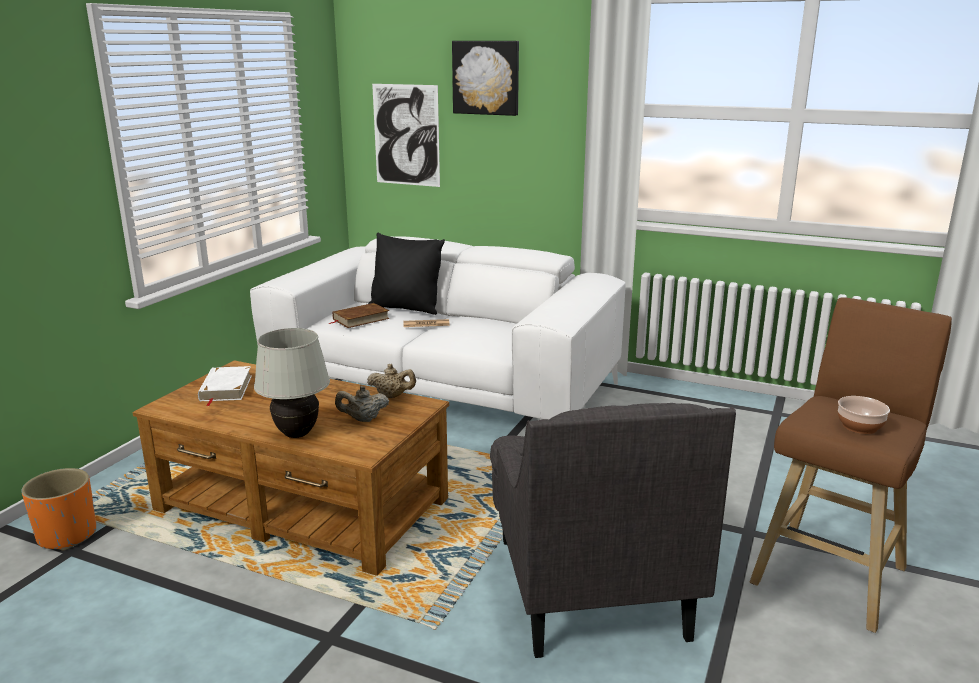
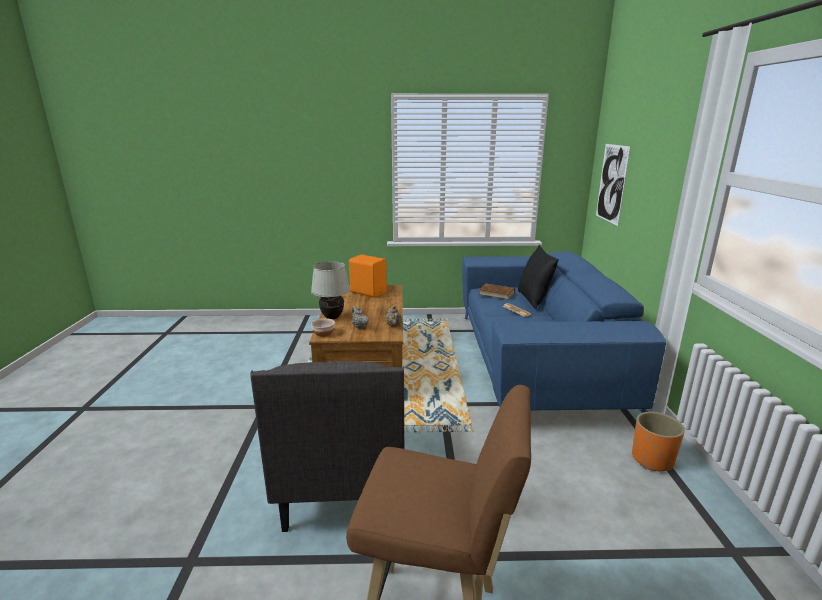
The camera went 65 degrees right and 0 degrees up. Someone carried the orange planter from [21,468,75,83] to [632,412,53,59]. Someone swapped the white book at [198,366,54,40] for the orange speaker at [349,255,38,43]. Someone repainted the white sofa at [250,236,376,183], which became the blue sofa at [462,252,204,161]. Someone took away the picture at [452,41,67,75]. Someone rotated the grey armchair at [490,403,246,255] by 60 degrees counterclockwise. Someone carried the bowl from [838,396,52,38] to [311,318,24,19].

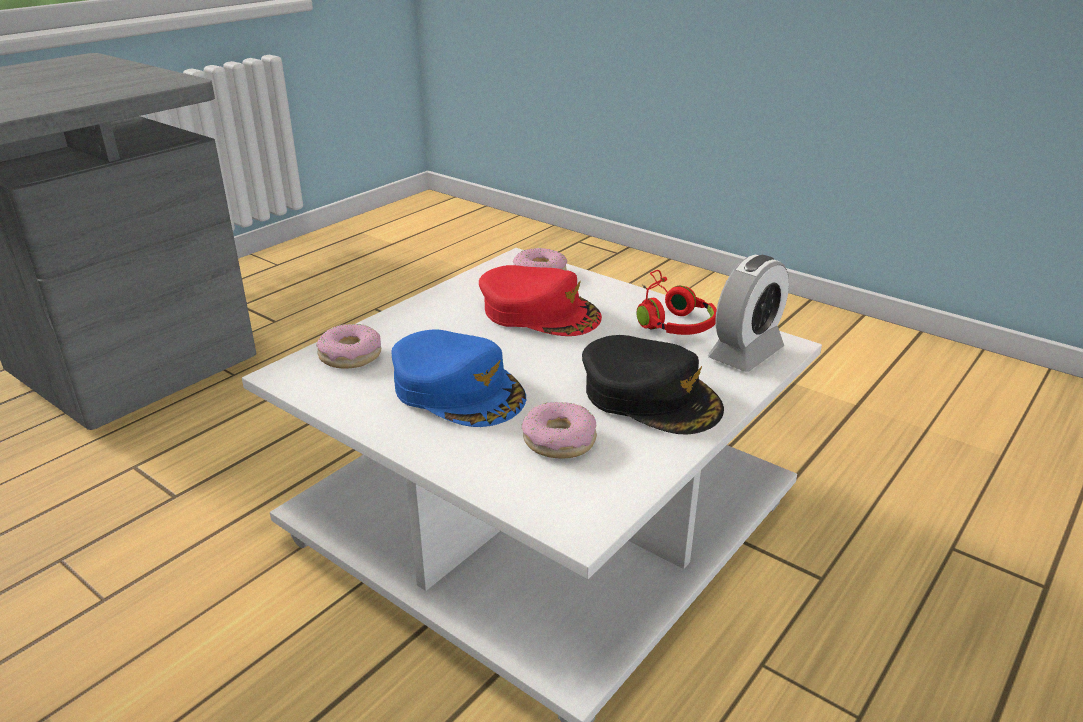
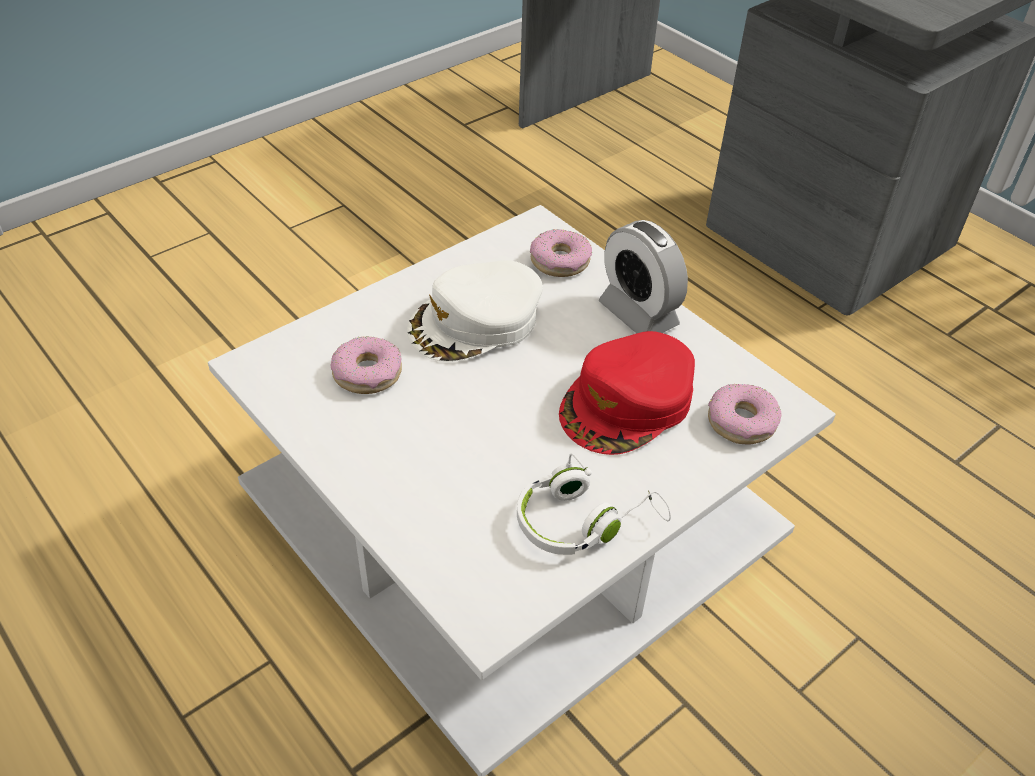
The camera went 100 degrees right and 15 degrees up. Someone repainted the blue cap at [391,329,135,98], which became the white cap at [407,260,136,102]. Someone took away the black cap at [582,335,142,99]. Someone repainted the red headphones at [637,270,80,65], which became the white headphones at [517,453,154,102]. Someone carried the alarm clock from [708,255,81,117] to [599,220,89,114].

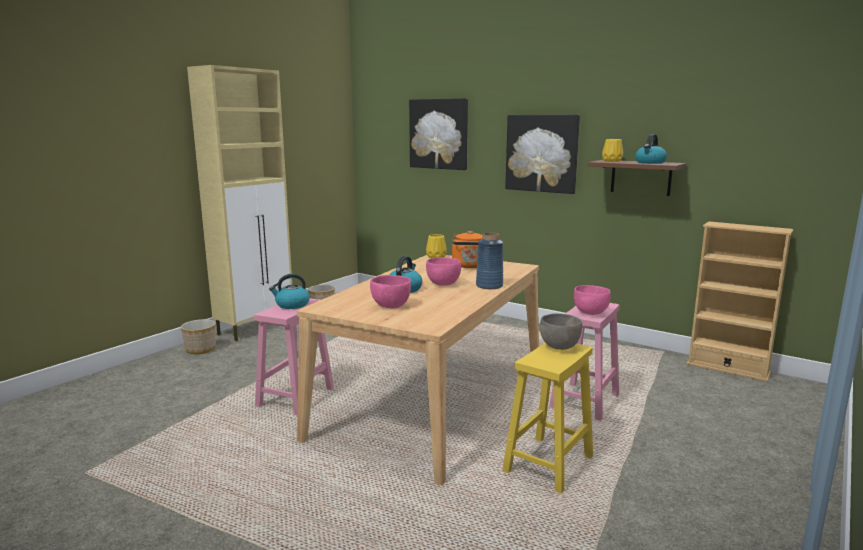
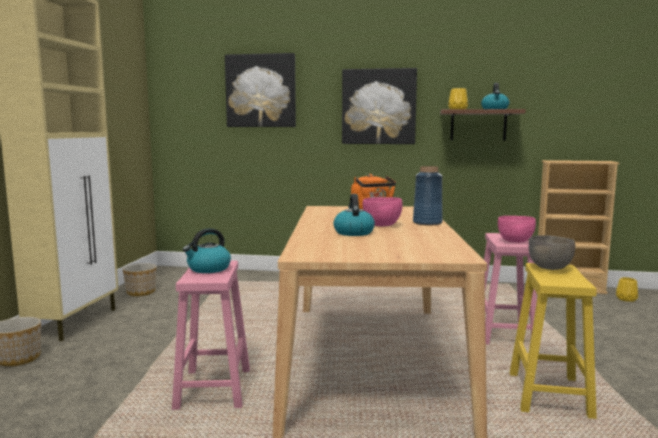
The camera went 25 degrees left and 5 degrees down. Someone took away the pink bowl at [370,275,41,34]. Someone carried the yellow vase from [426,234,21,24] to [616,277,22,25].

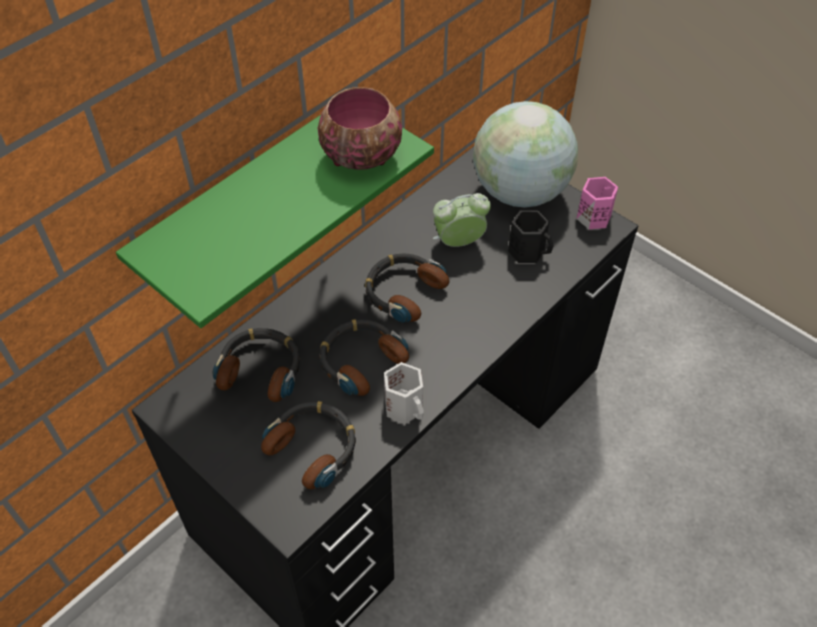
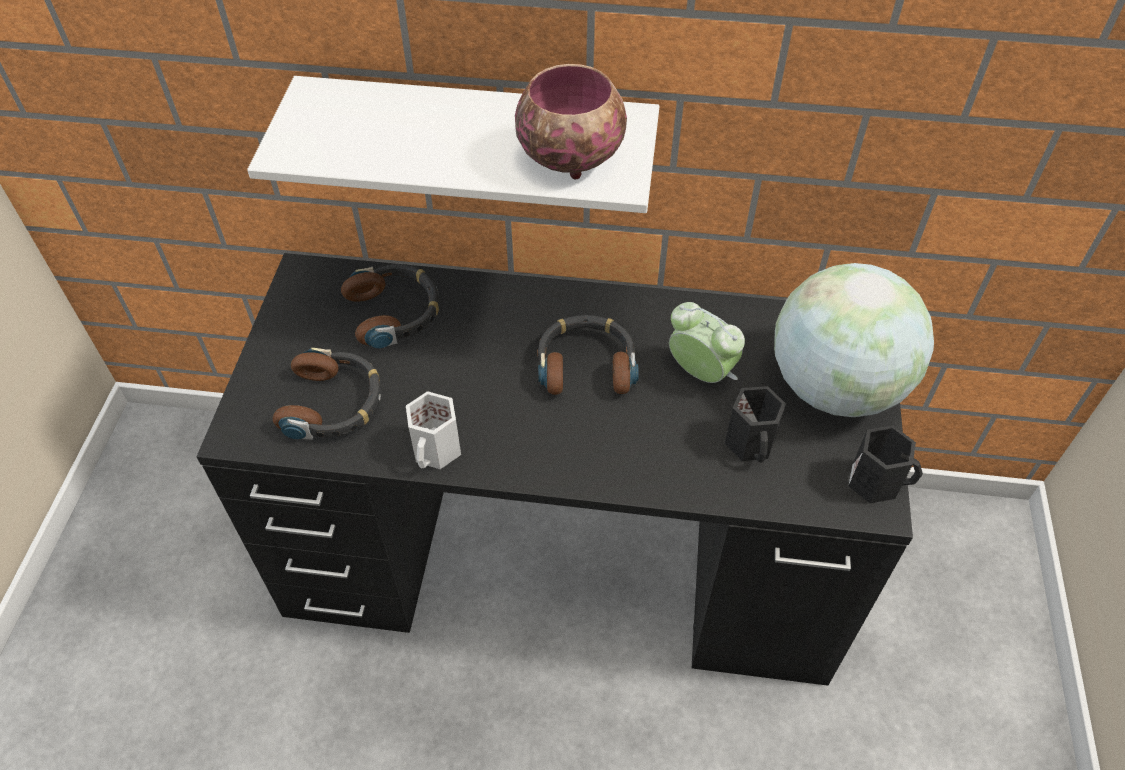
The camera went 55 degrees right and 0 degrees up. Someone repainted the green shelf at [116,115,318,213], which became the white shelf at [247,76,412,137]. Someone took away the headphones at [319,319,90,77]. Someone repainted the pink mug at [577,177,41,52], which became the black mug at [849,425,74,78].

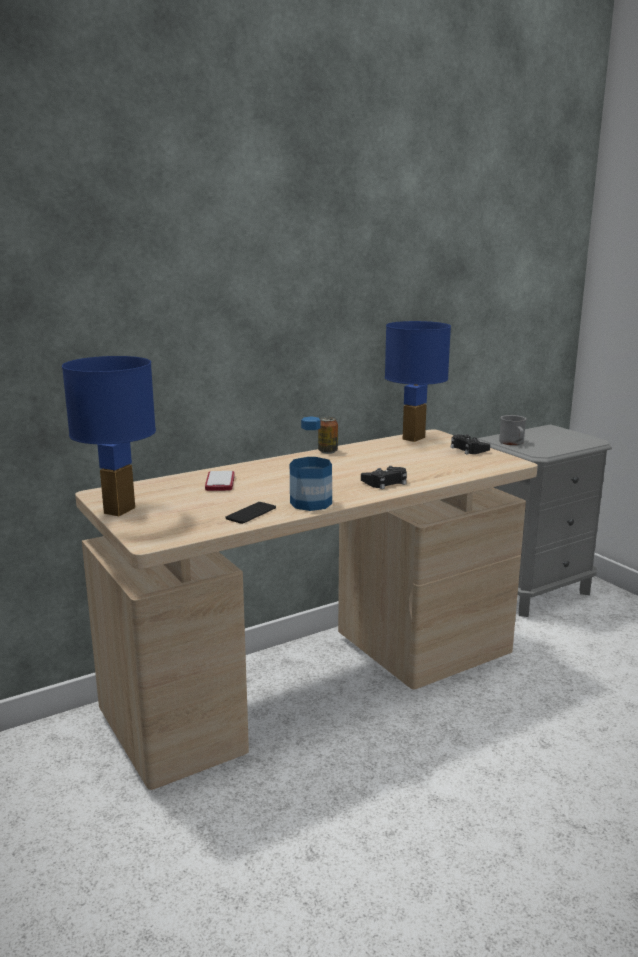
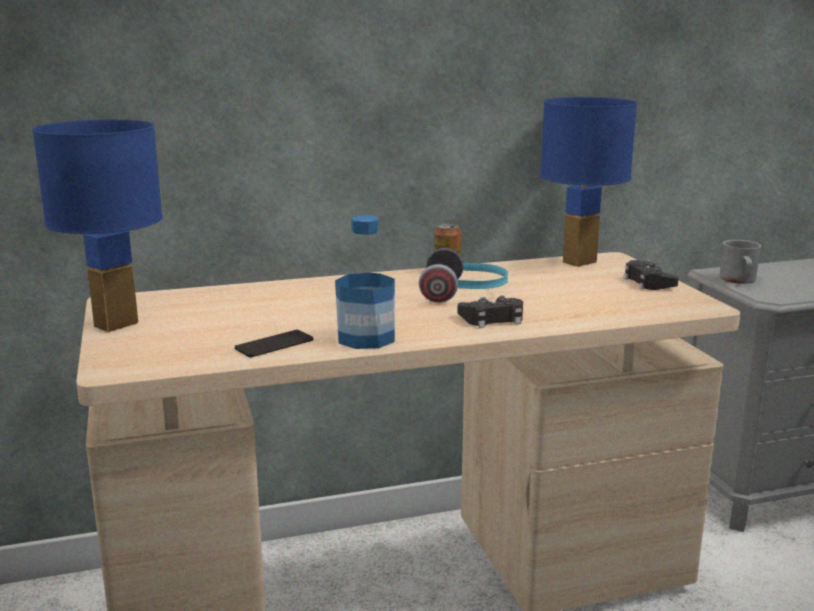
The camera went 15 degrees right and 0 degrees up. Someone took away the phone at [205,471,30,20]. Someone put down the headphones at [419,248,89,55].

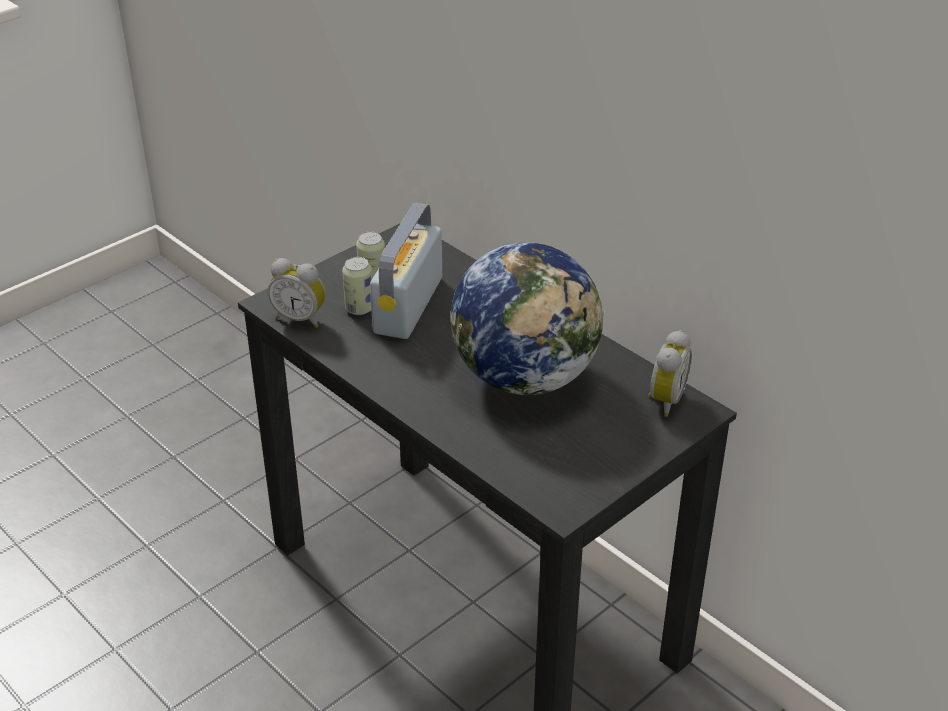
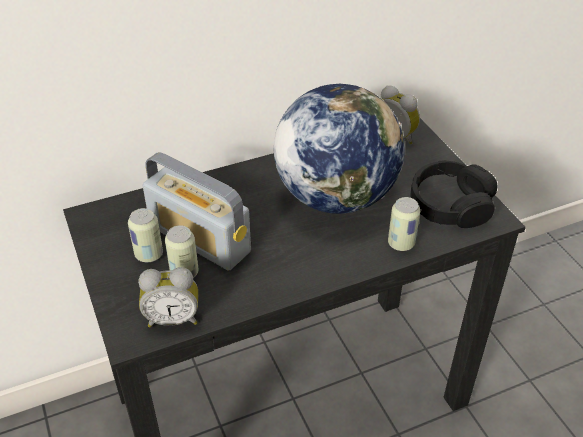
The camera went 70 degrees left and 5 degrees up. Someone rotated the alarm clock at [268,258,57,70] by 45 degrees clockwise. Someone put down the can at [388,197,32,54]. Someone put down the black headphones at [411,160,86,68].

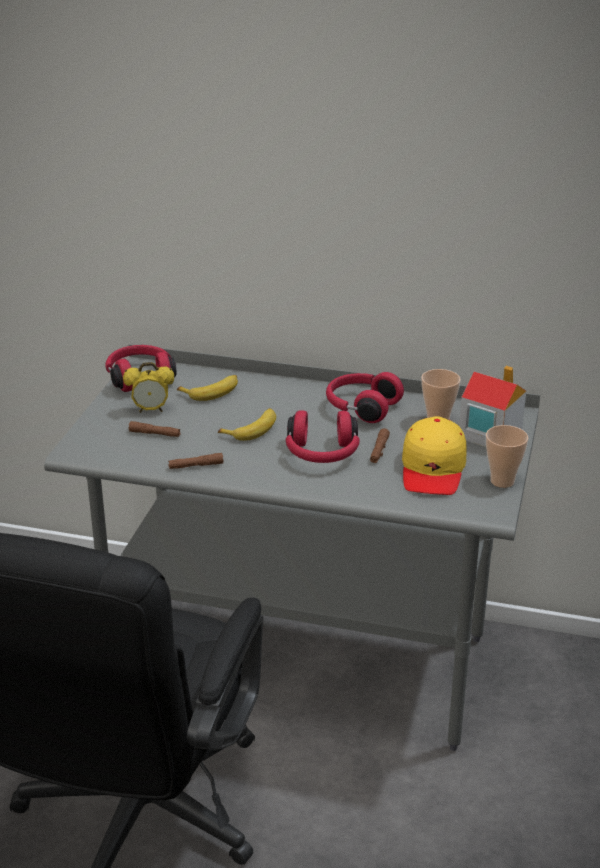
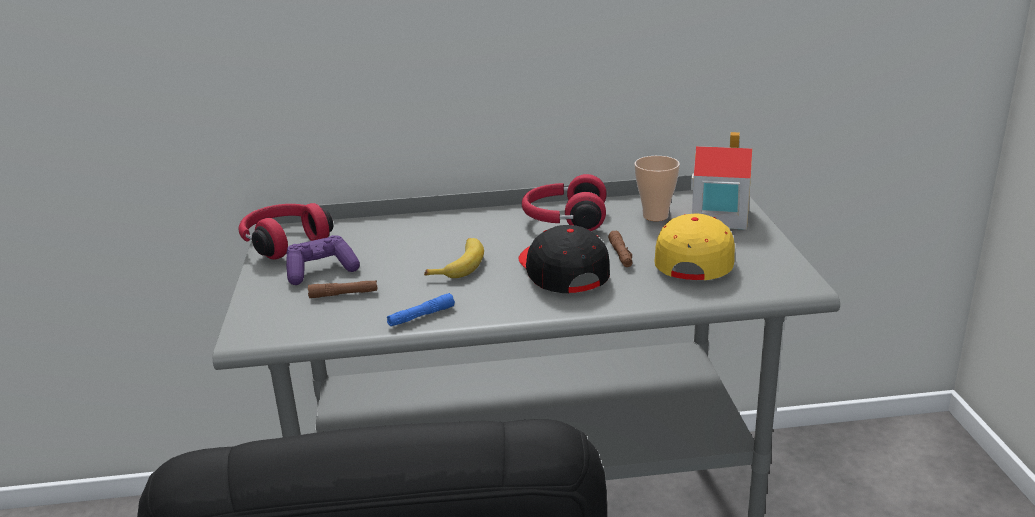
The camera went 20 degrees left and 5 degrees down. Someone swapped the alarm clock at [123,362,51,51] for the purple game controller at [286,235,74,50]. Someone repainted the brown flashlight at [168,453,56,16], which became the blue flashlight at [387,293,68,33]. Someone took away the banana at [177,375,61,26]. Someone swapped the red headphones at [286,411,74,52] for the black cap at [518,225,92,68]. Someone rotated the yellow cap at [402,416,65,79] by 150 degrees counterclockwise. Someone took away the cup at [486,425,42,63].

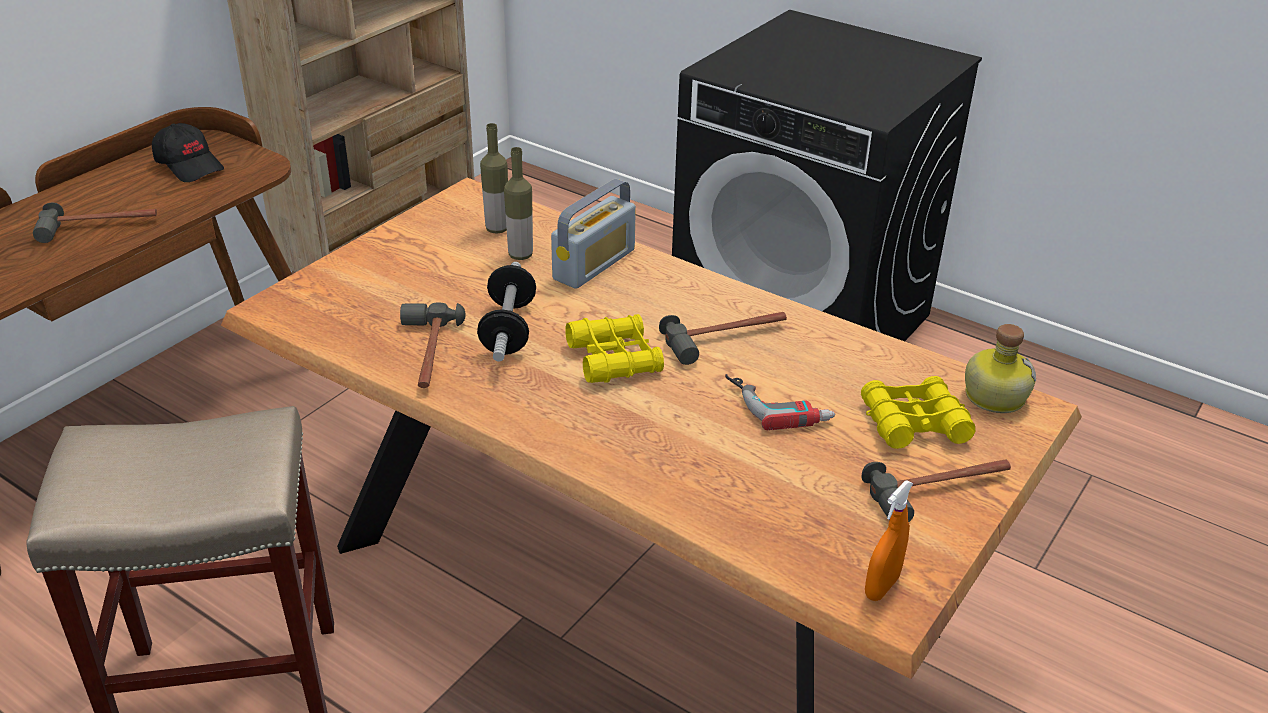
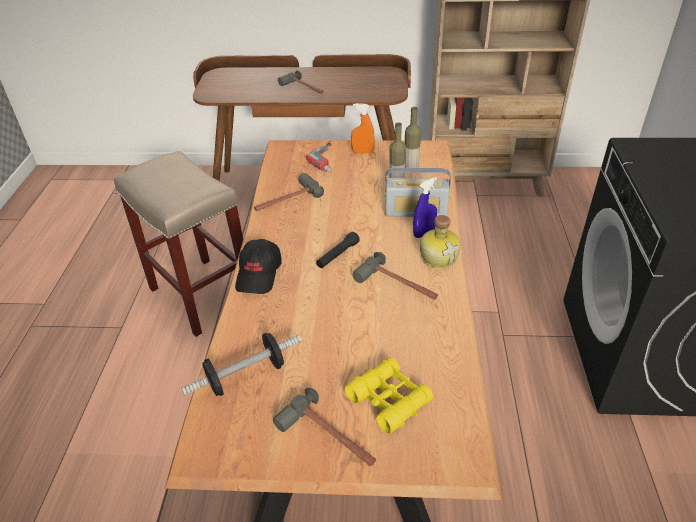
The camera went 60 degrees right and 5 degrees up. Someone carried the black cap from [152,123,72,59] to [235,239,47,55]. Someone carried the dumbbell from [477,262,59,100] to [181,333,121,63]. Someone swapped the yellow binoculars at [565,314,99,69] for the black flashlight at [316,232,44,36]. Someone carried the power drill from [725,374,110,56] to [306,141,26,31]. Someone carried the orange spray bottle from [865,480,48,121] to [351,103,23,50]. Someone carried the bottle from [965,324,71,89] to [420,215,41,53]. Someone put down the blue spray bottle at [413,177,24,61].

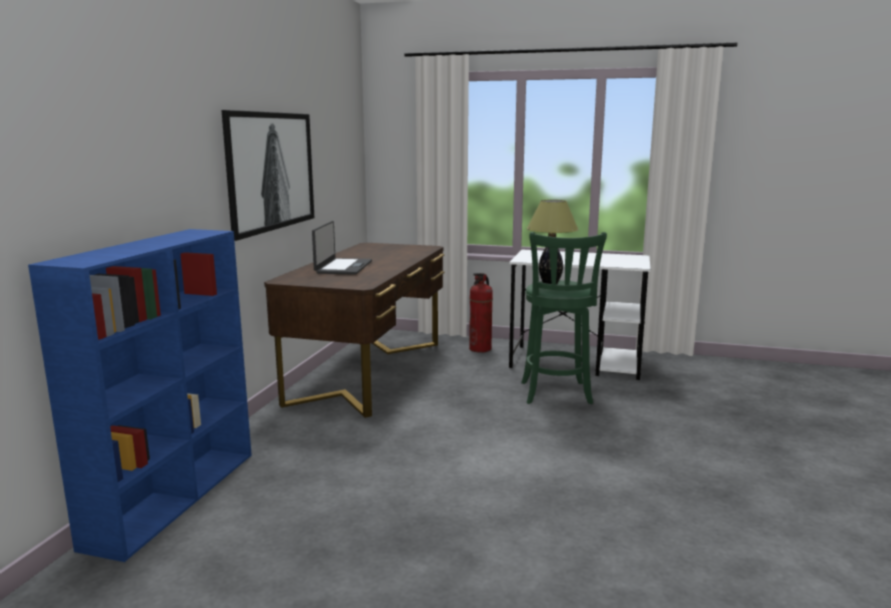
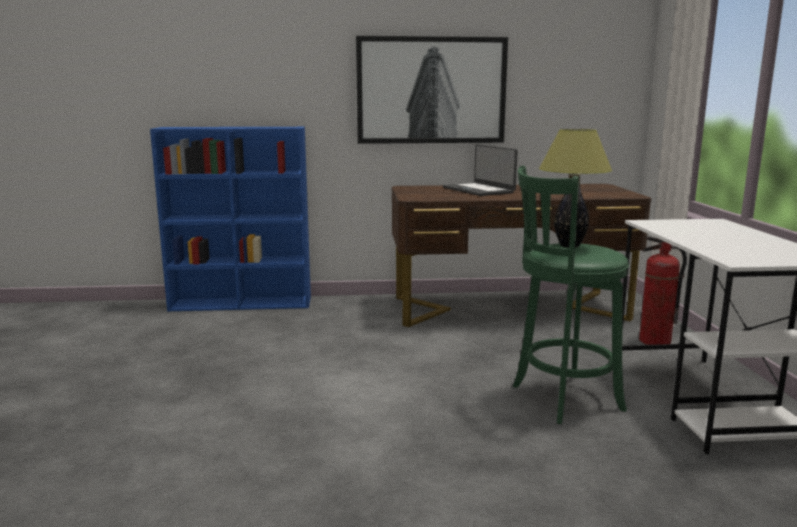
The camera went 70 degrees right and 0 degrees up. Someone rotated the laptop at [312,221,60,54] by 75 degrees clockwise.

